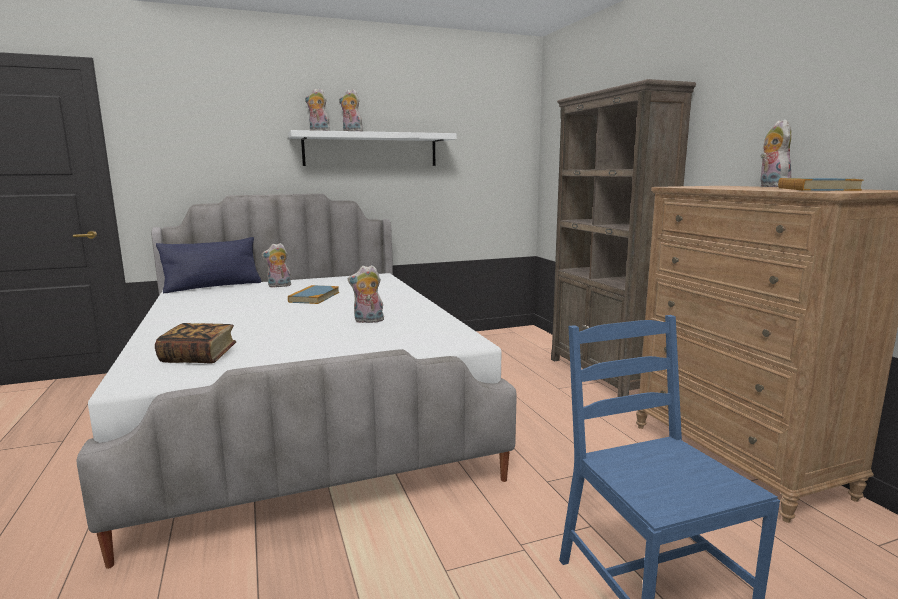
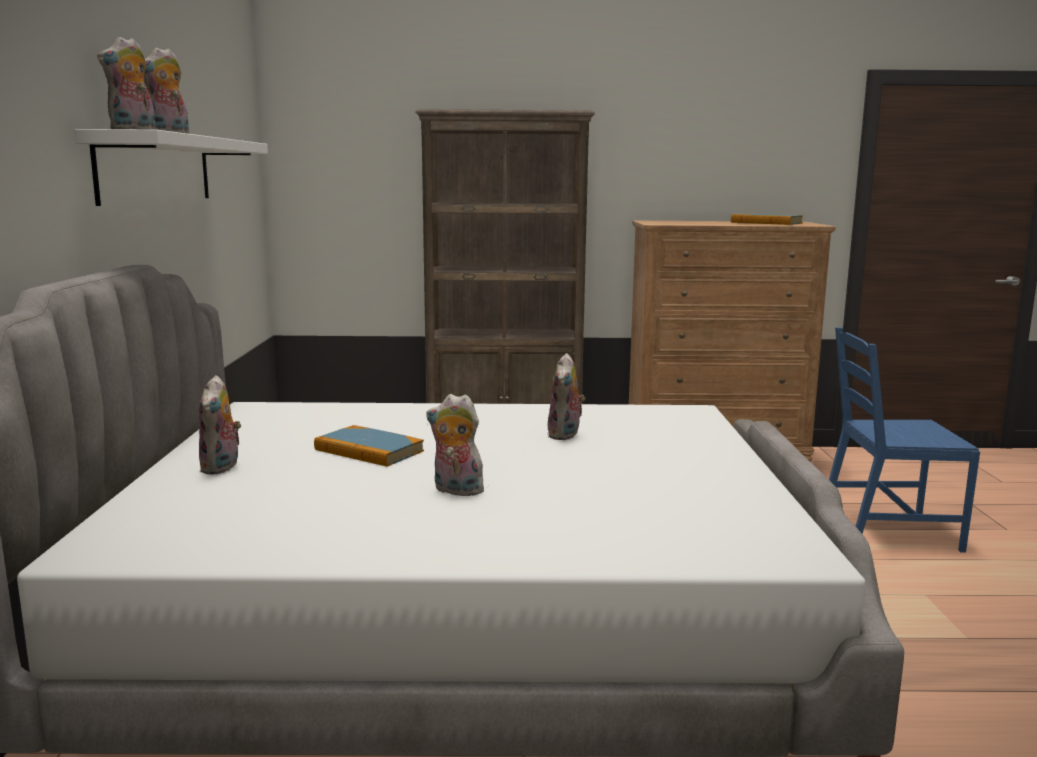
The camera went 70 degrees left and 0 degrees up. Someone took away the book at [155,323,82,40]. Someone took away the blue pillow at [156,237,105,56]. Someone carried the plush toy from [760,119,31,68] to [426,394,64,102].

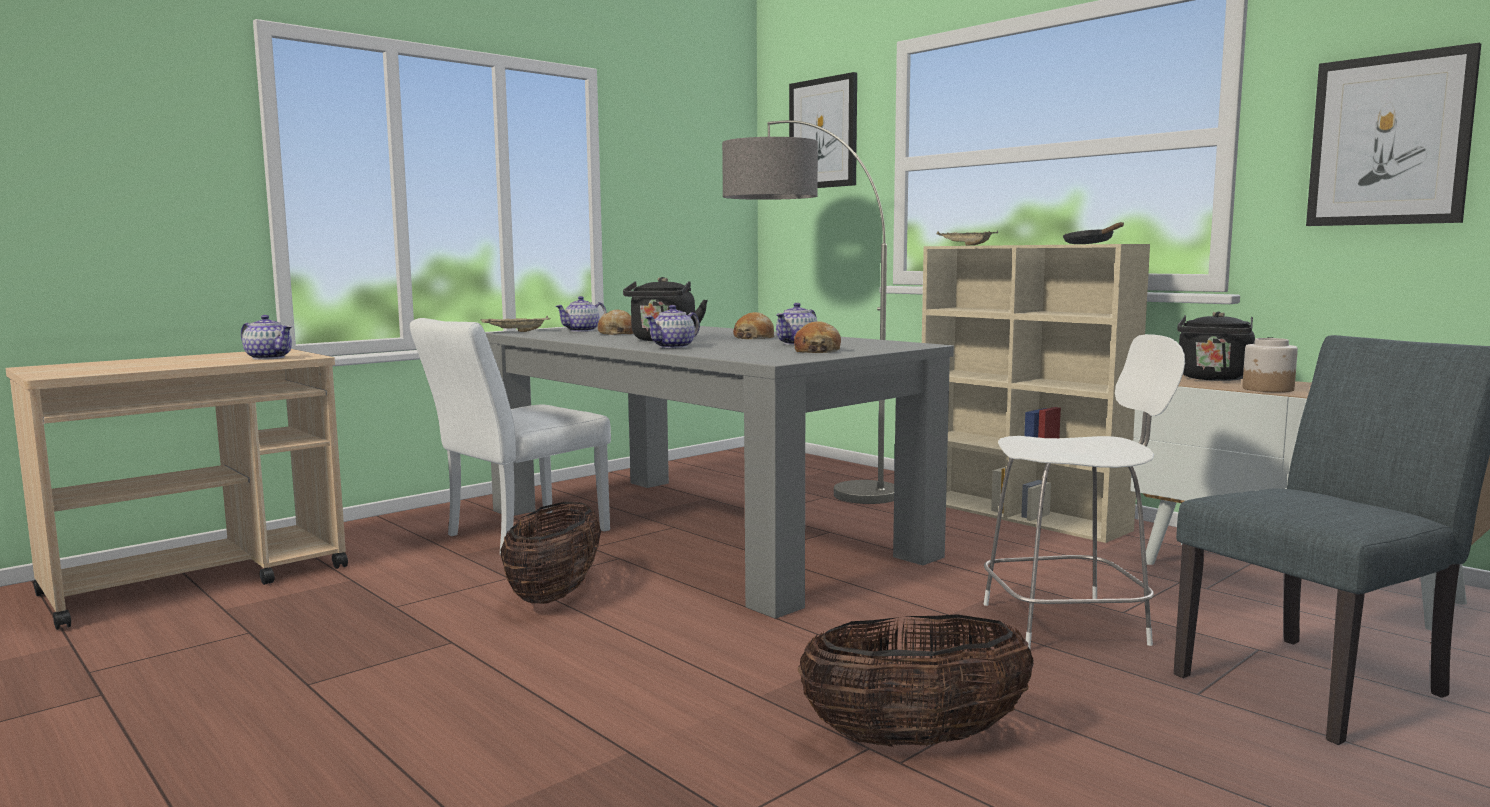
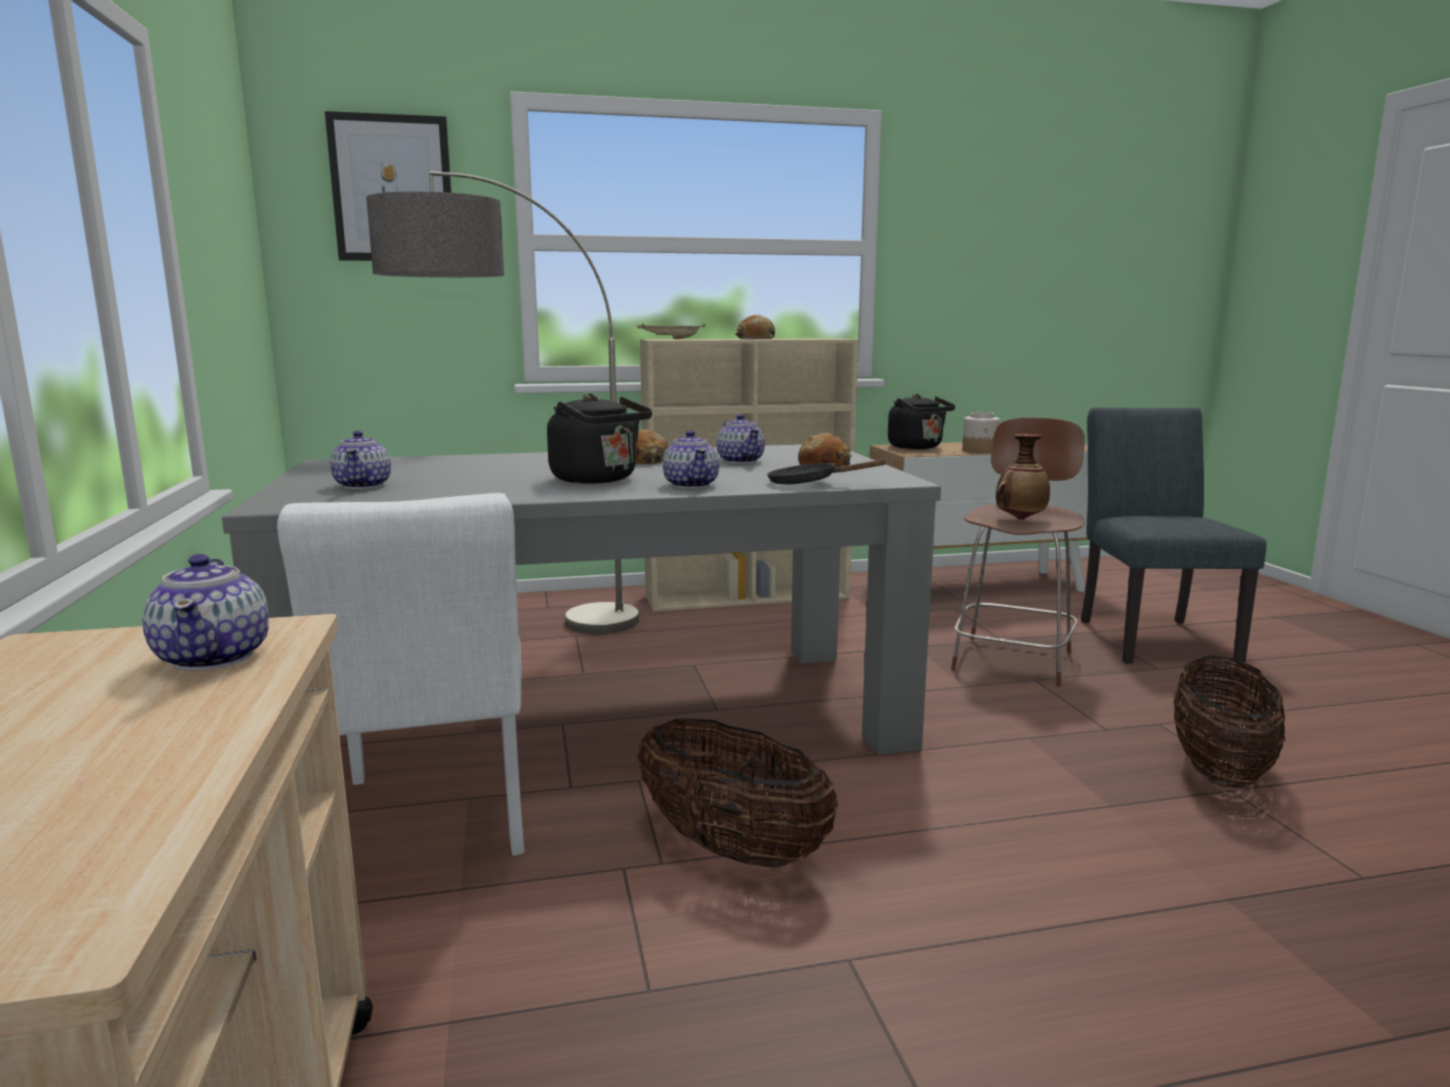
The camera went 60 degrees left and 5 degrees up. Someone rotated the teapot at [241,315,51,45] by 105 degrees clockwise. Someone took away the beige tray at [481,316,69,16]. Someone carried the bread from [598,310,36,25] to [735,315,40,24]. Someone repainted the white stool at [984,334,201,315], which became the brown stool at [951,417,134,270]. Someone carried the black frying pan from [1063,222,61,22] to [767,459,120,26]. Someone took away the picture at [1306,43,175,183]. Someone put down the vase at [996,434,54,86].

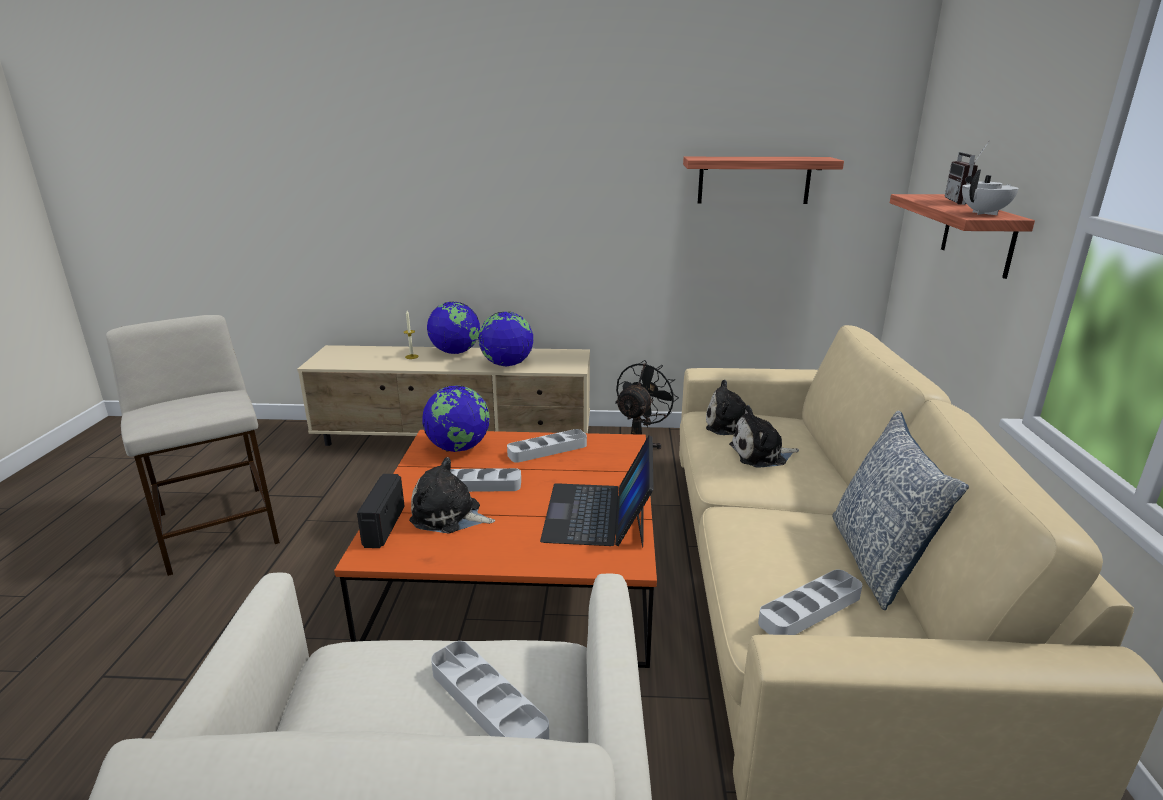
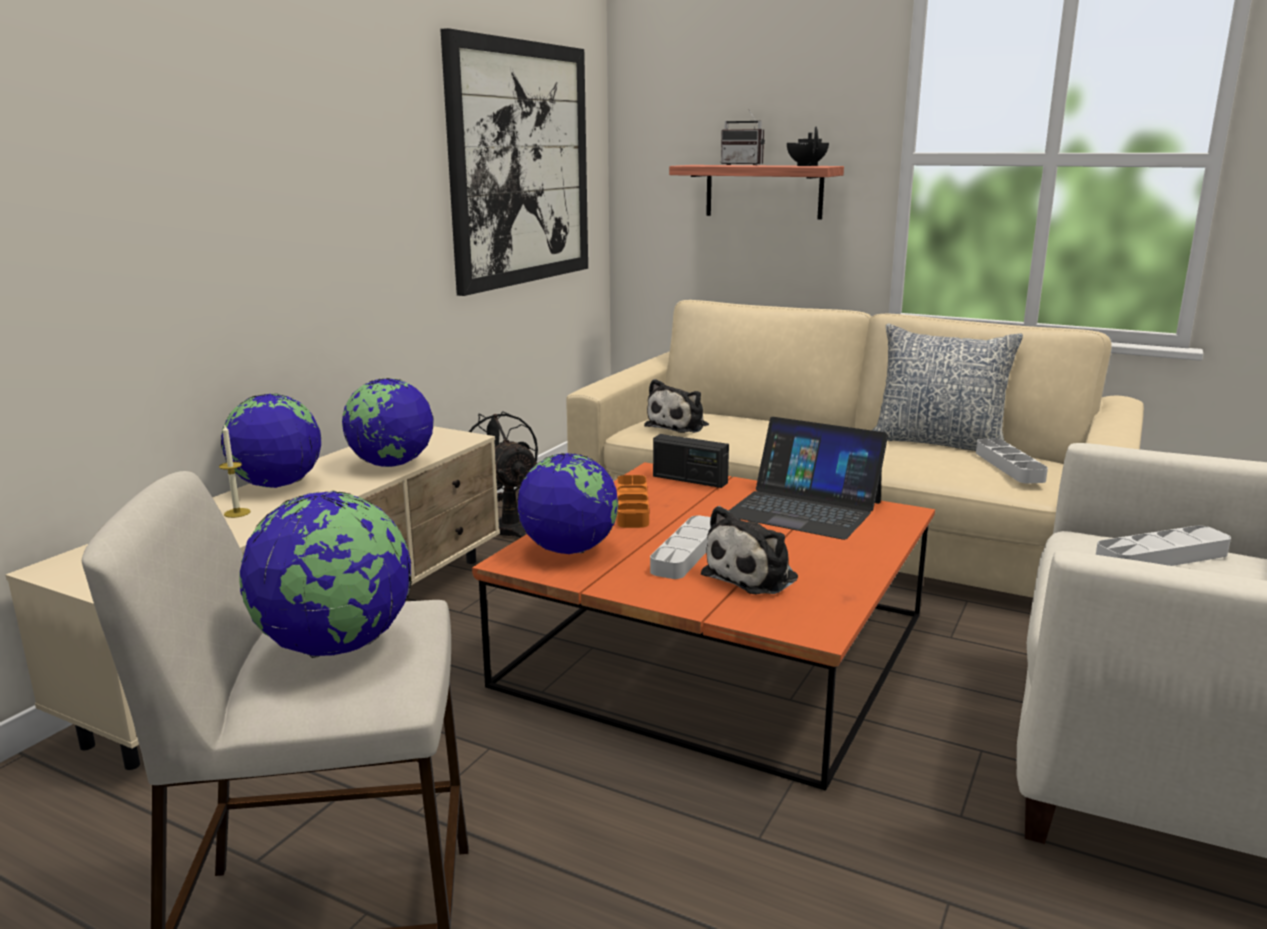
The camera went 65 degrees left and 5 degrees down. Someone carried the radio from [357,474,48,74] to [653,434,76,54]. Someone repainted the grey tray at [507,429,80,34], which became the orange tray at [617,475,32,53]. Someone swapped the shelf at [683,157,161,47] for the picture at [440,28,148,268]. Someone took away the plush toy at [729,405,70,62]. Someone repainted the white teapot at [962,170,57,45], which became the black teapot at [787,126,42,40]. Someone put down the globe at [240,491,172,167].

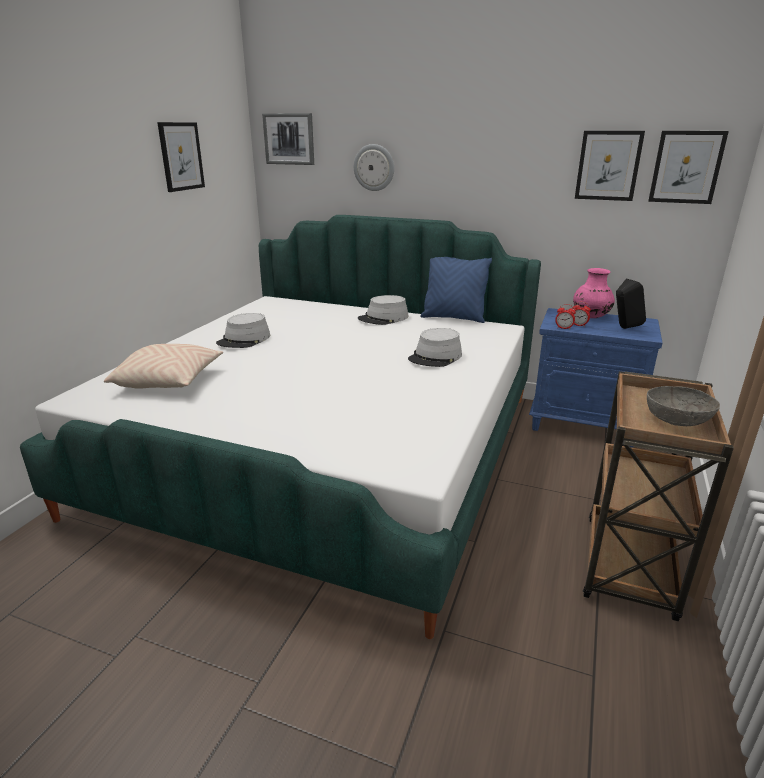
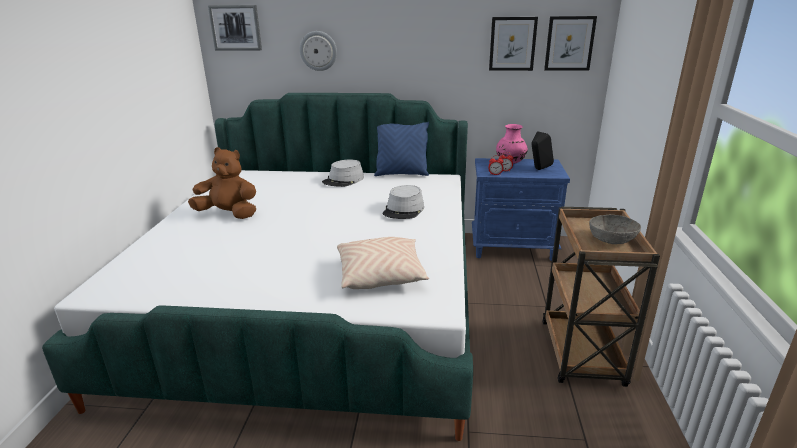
The camera went 15 degrees left and 0 degrees up. Someone carried the beige pillow from [104,344,119,45] to [337,237,92,52]. Someone took away the picture at [157,122,48,70]. Someone swapped the grey hat at [216,313,54,35] for the brown plush toy at [188,147,68,72].

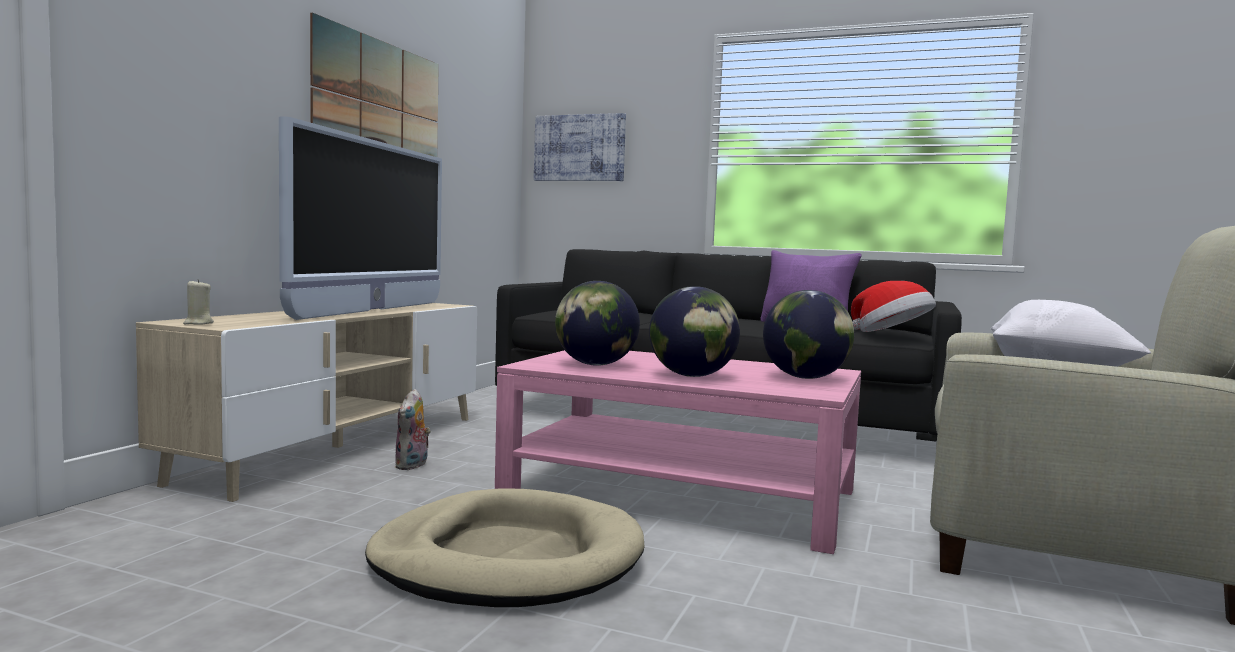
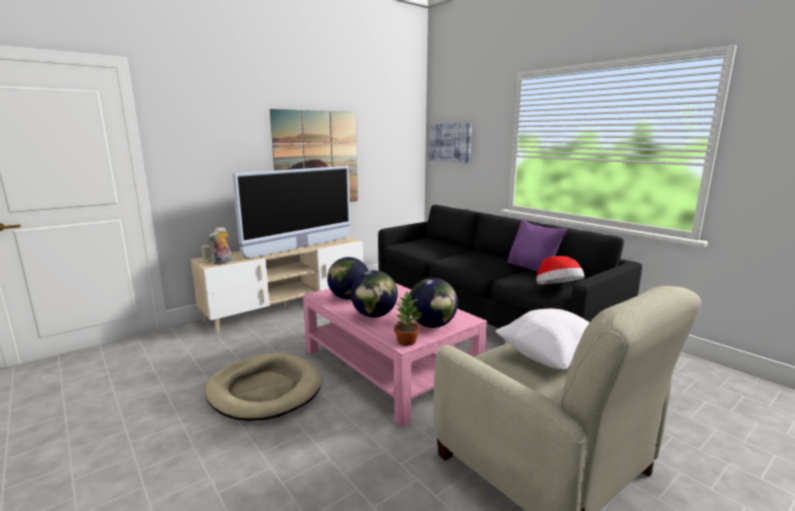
The camera went 30 degrees right and 10 degrees up. Someone carried the plush toy from [394,389,37,81] to [208,227,24,38]. Someone put down the potted plant at [394,291,26,55].

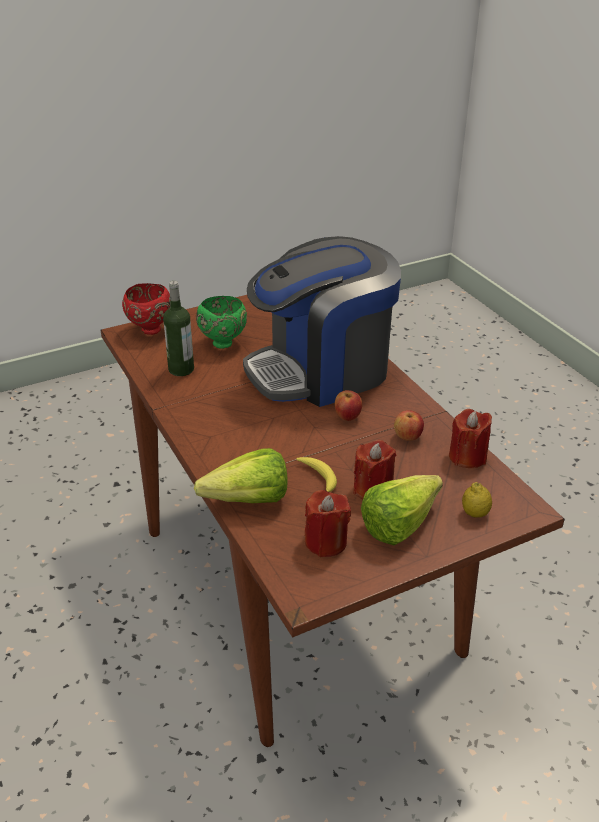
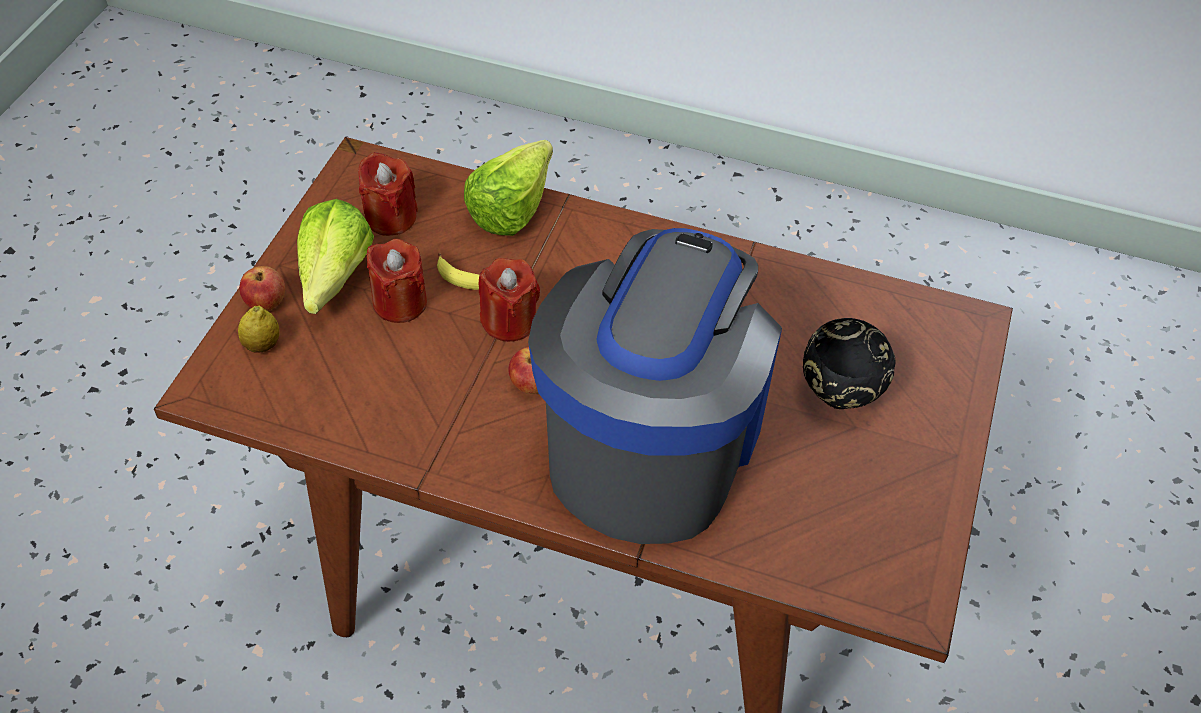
The camera went 135 degrees right and 15 degrees up. Someone took away the red bowl at [122,283,48,52]. Someone took away the bottle at [163,281,31,95]. Someone repainted the green bowl at [196,296,51,53], which became the black bowl at [803,318,93,91]. Someone carried the apple from [394,410,30,31] to [239,266,46,45]. Someone carried the red candle from [449,409,43,59] to [479,258,61,84].

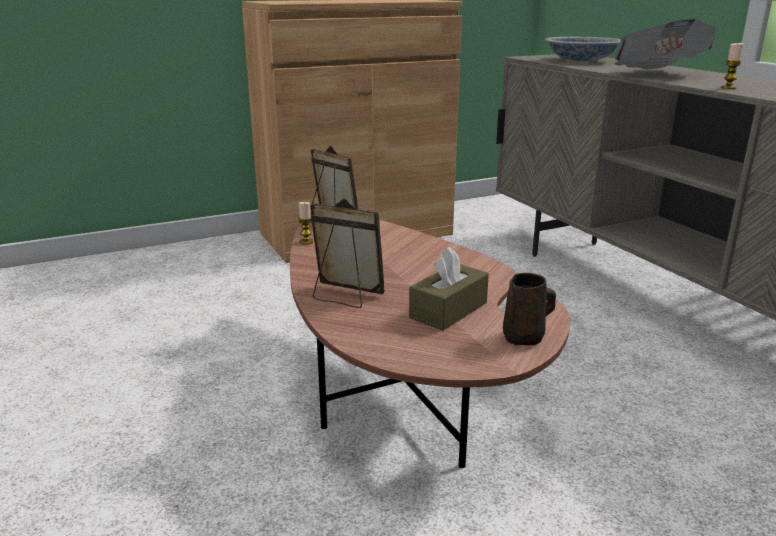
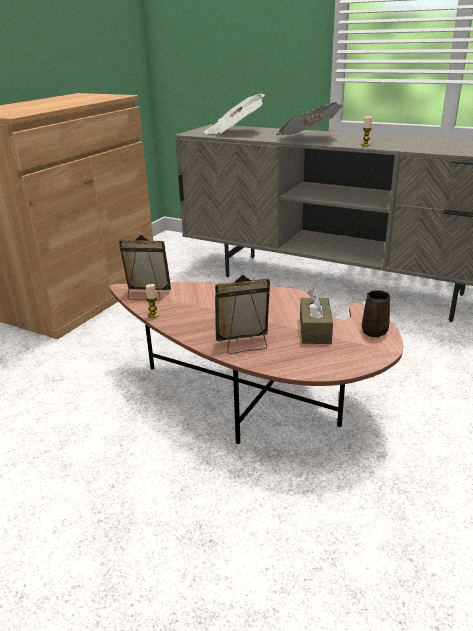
The camera went 35 degrees left and 5 degrees up. Someone swapped the bowl at [545,37,76,25] for the newspaper at [204,94,61,40].

